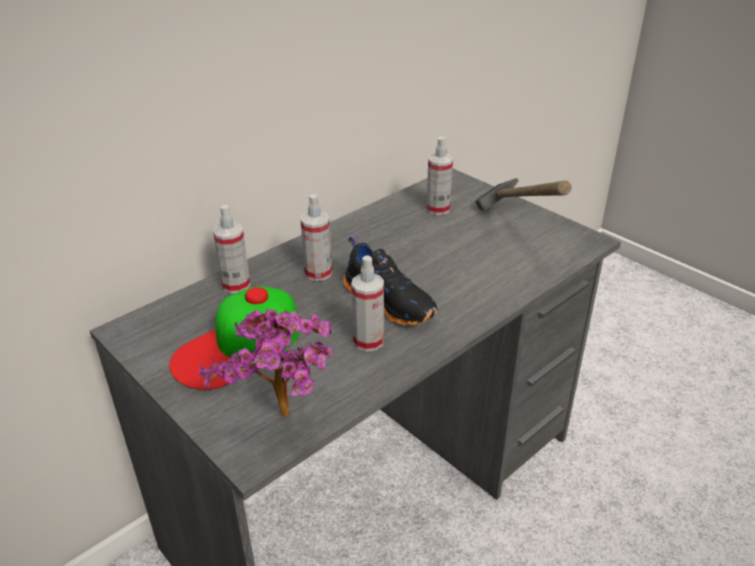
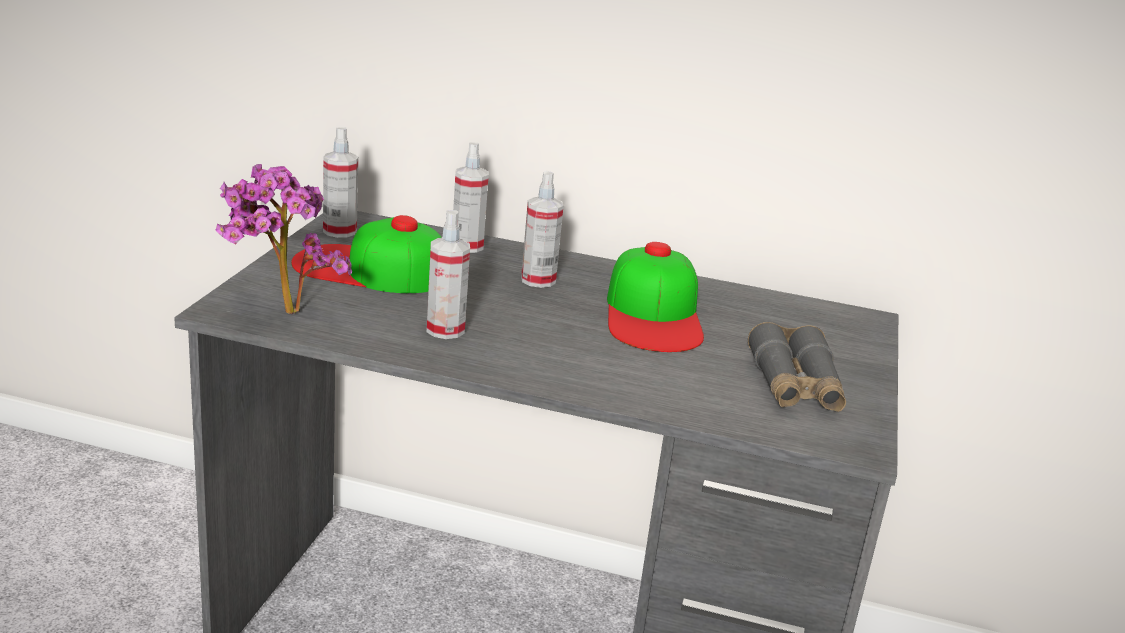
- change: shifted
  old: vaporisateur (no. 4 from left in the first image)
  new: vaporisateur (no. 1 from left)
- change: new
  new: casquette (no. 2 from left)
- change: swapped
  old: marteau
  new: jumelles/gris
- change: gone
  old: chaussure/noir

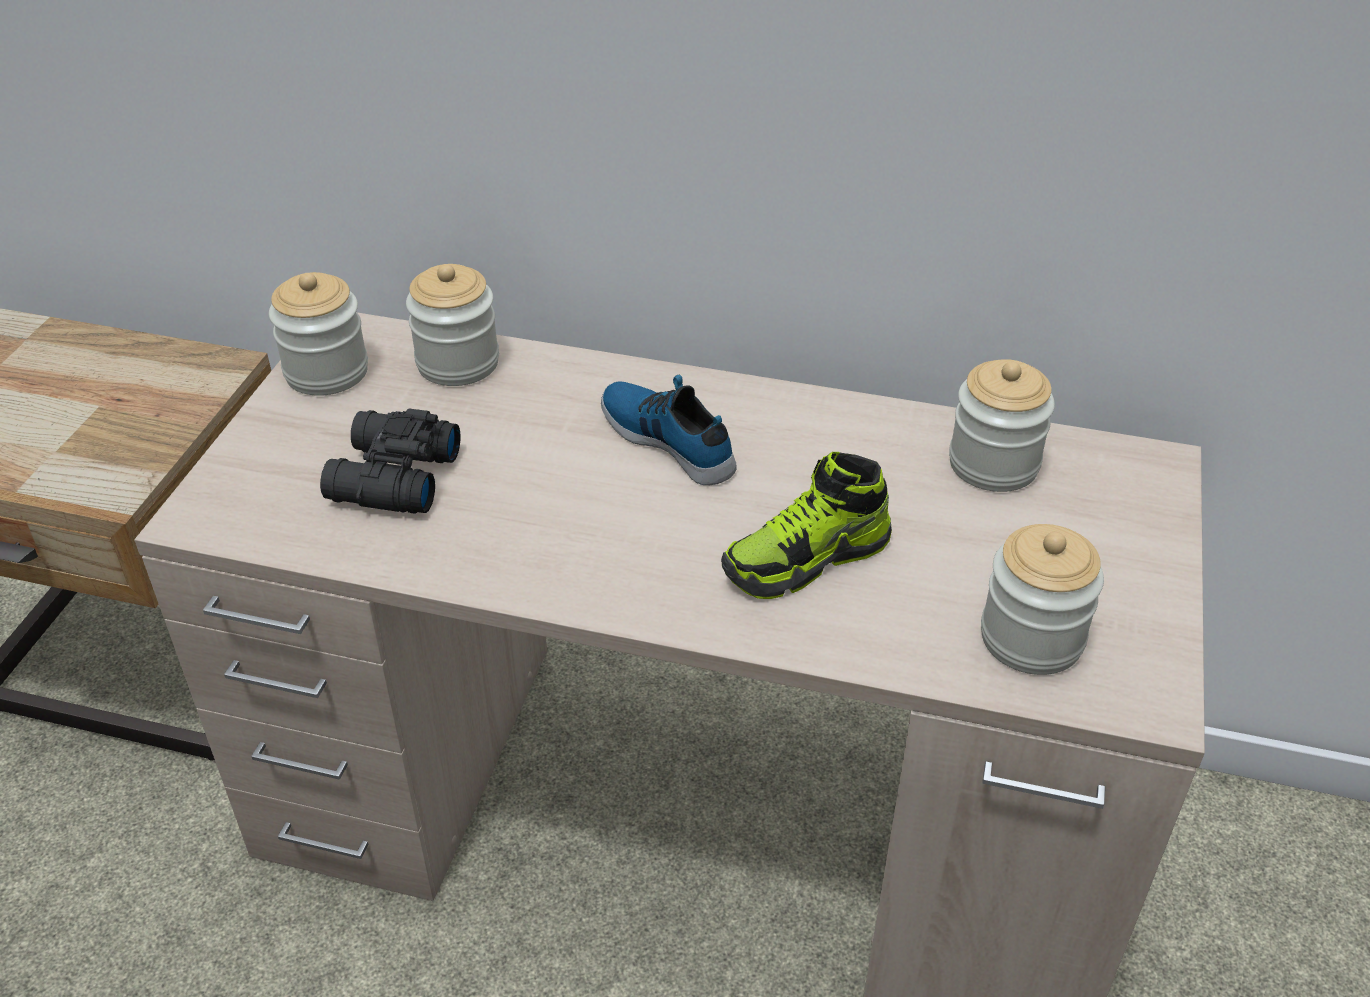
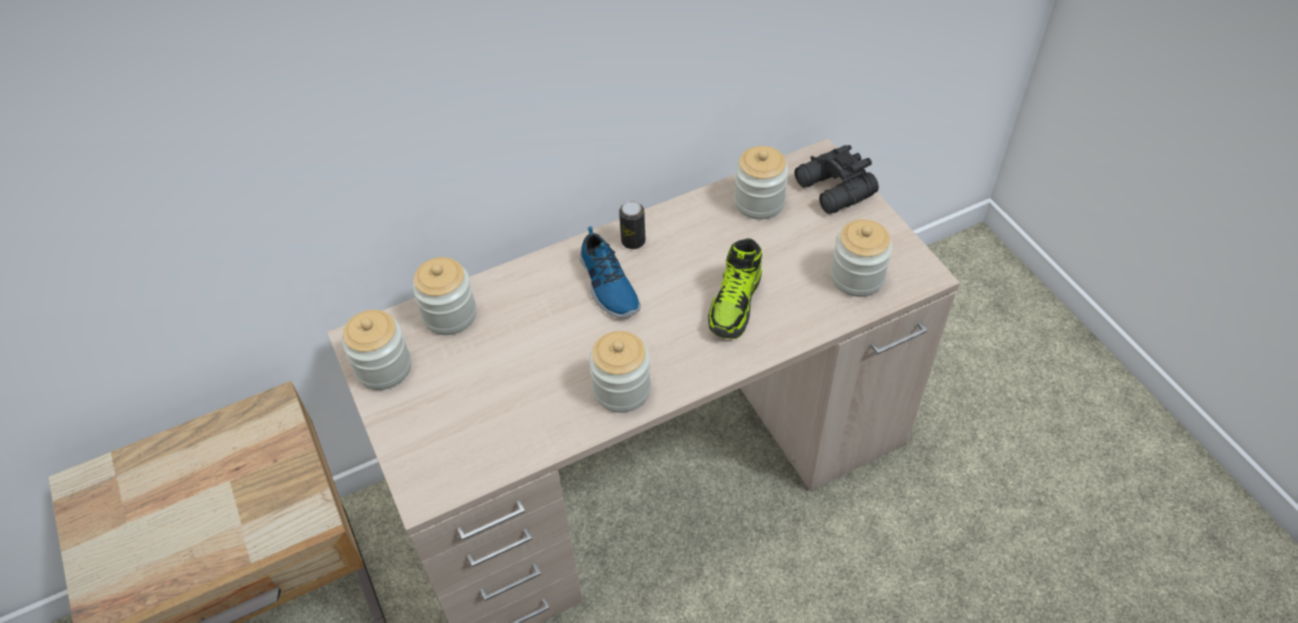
- change: rotated
  old: chaussure (no. 1 from left)
  degrees: -120
- change: new
  new: bocal (no. 3 from left)
- change: new
  new: boîte métallique
- change: shifted
  old: jumelles/noir

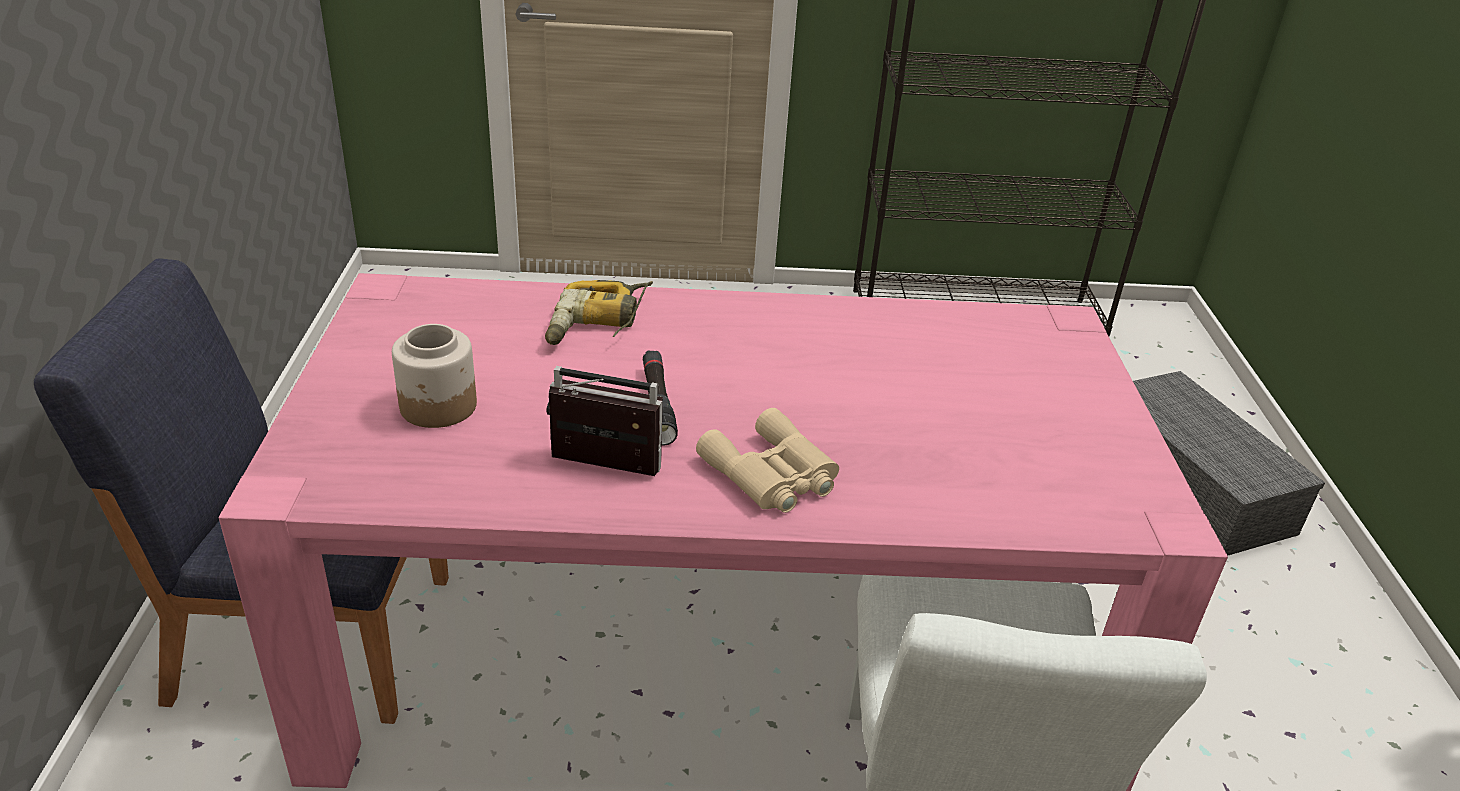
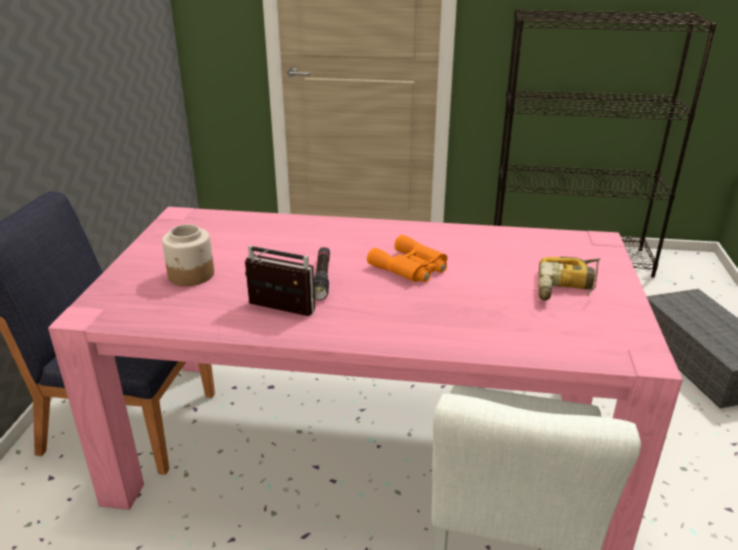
- change: new
  new: jumelles/orange
- change: shifted
  old: perceuse
- change: gone
  old: jumelles/beige

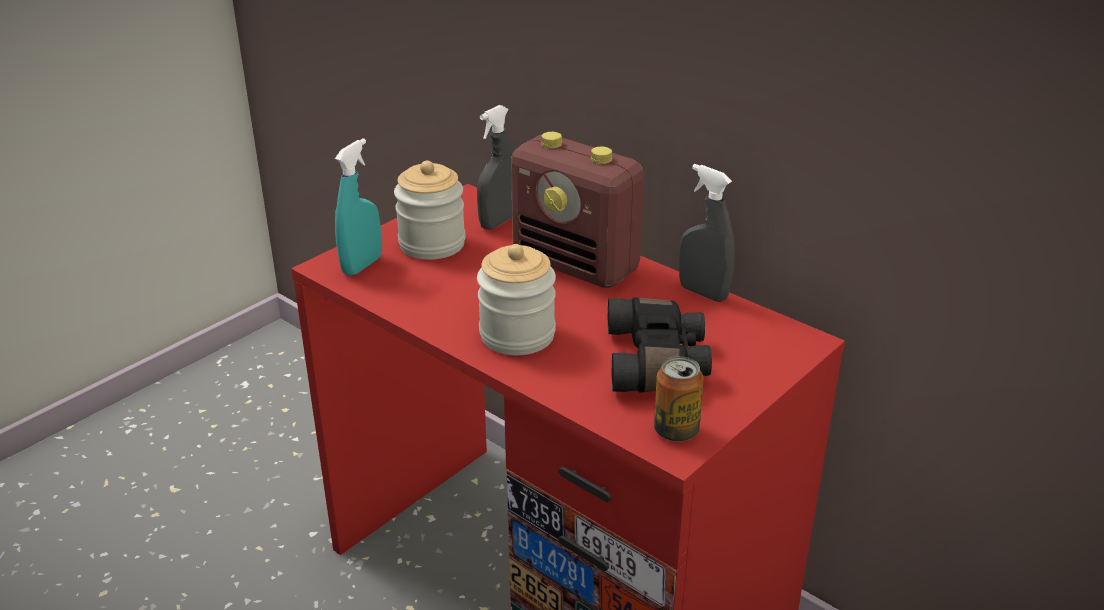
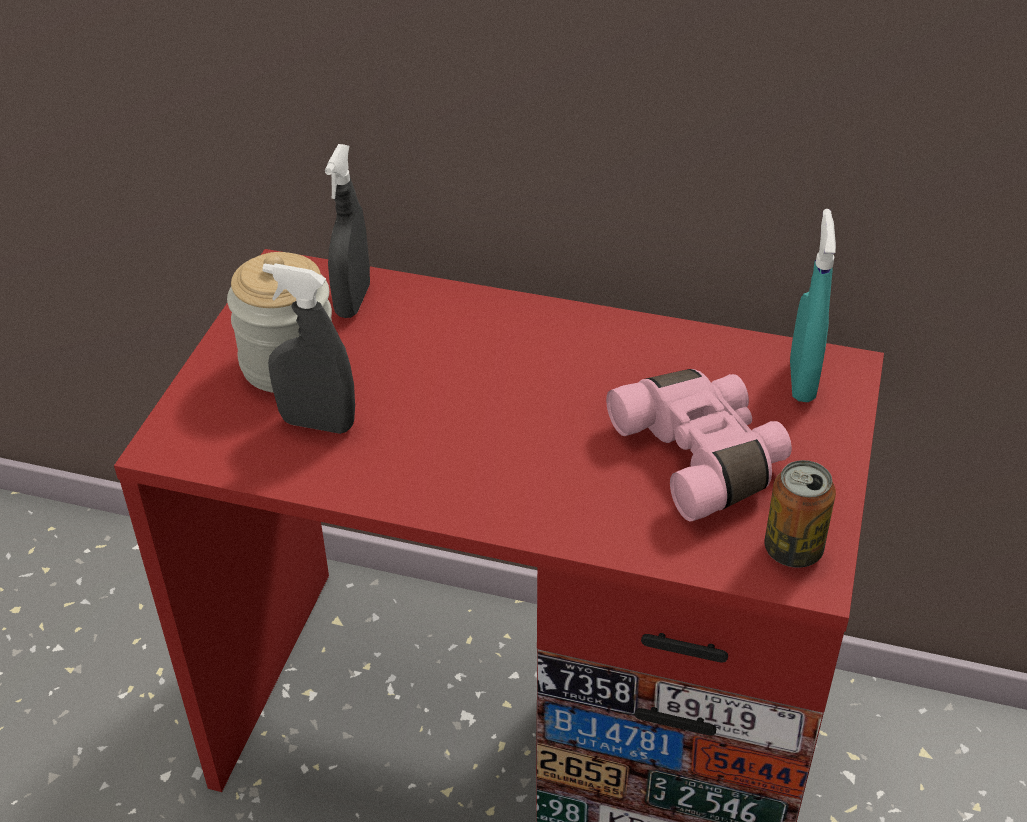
- change: shifted
  old: vaporisateur/gris (no. 2 from left in the first image)
  new: vaporisateur/gris (no. 1 from left)
- change: repainted
  old: jumelles/noir
  new: jumelles/rose
- change: shifted
  old: vaporisateur/turquoise
- change: gone
  old: bocal (no. 2 from left)
- change: gone
  old: radio

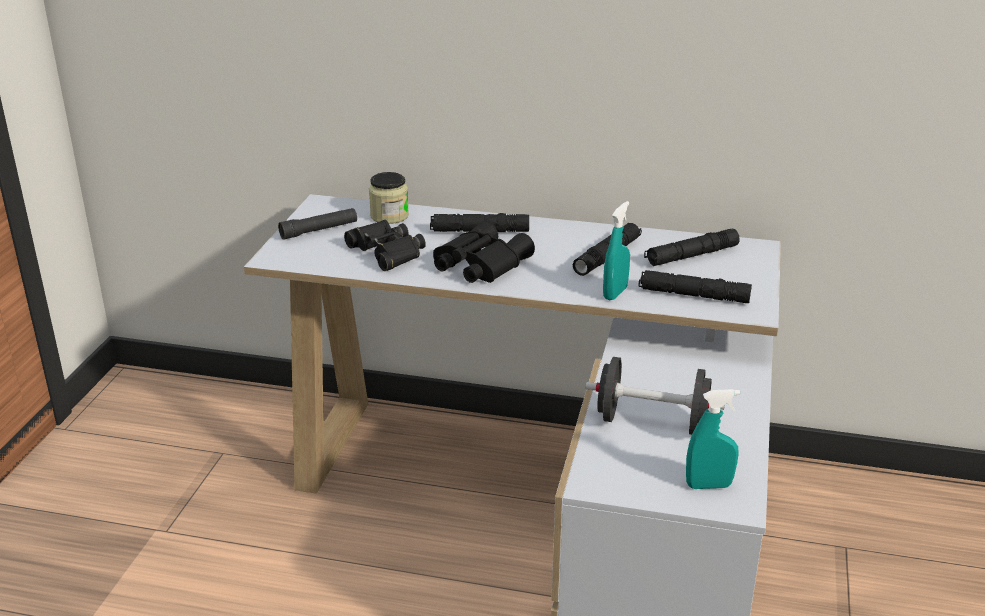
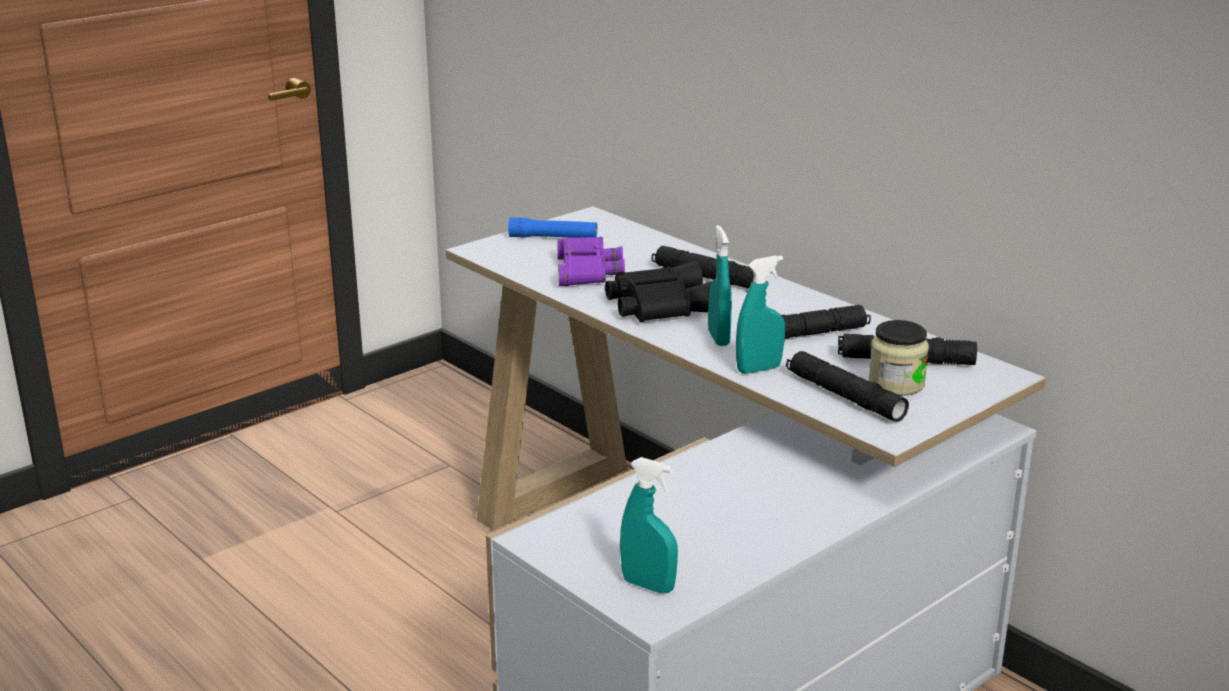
- change: repainted
  old: lampe de poche/noir (no. 1 from left)
  new: lampe de poche/bleu
- change: repainted
  old: jumelles/noir (no. 1 from left)
  new: jumelles/violet
- change: new
  new: vaporisateur/turquoise (no. 2 from left)
- change: shifted
  old: bocal
- change: gone
  old: haltère/noir

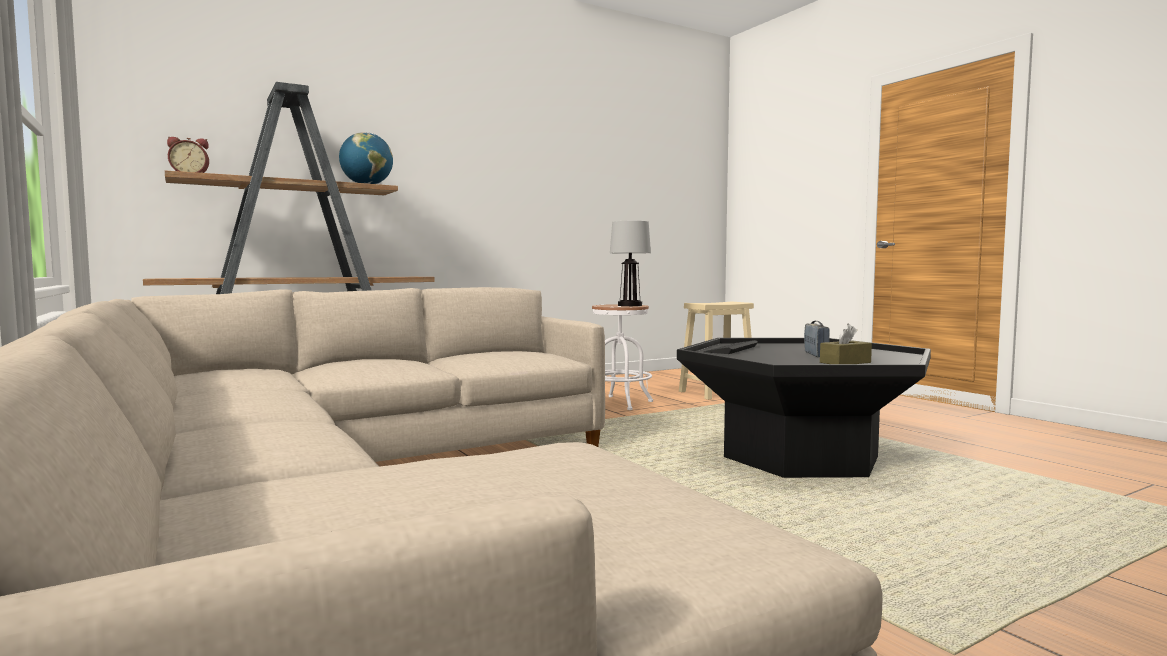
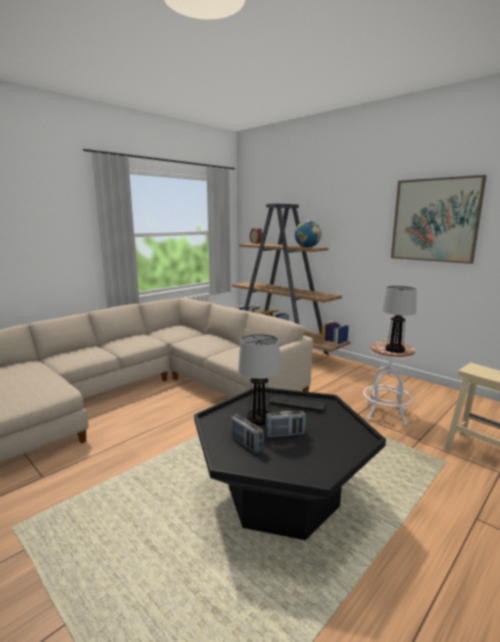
- change: swapped
  old: boîte à mouchoirs/marron
  new: radio (no. 1 from left)
- change: new
  new: lampe de table (no. 1 from left)
- change: new
  new: tableau

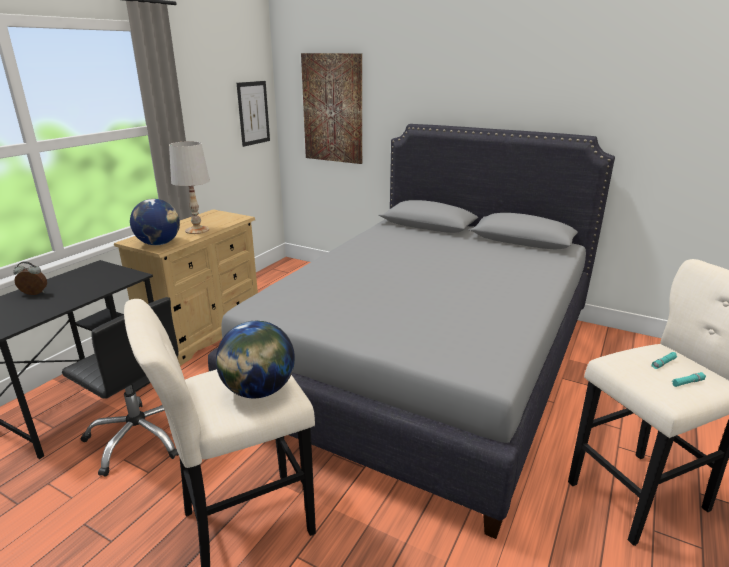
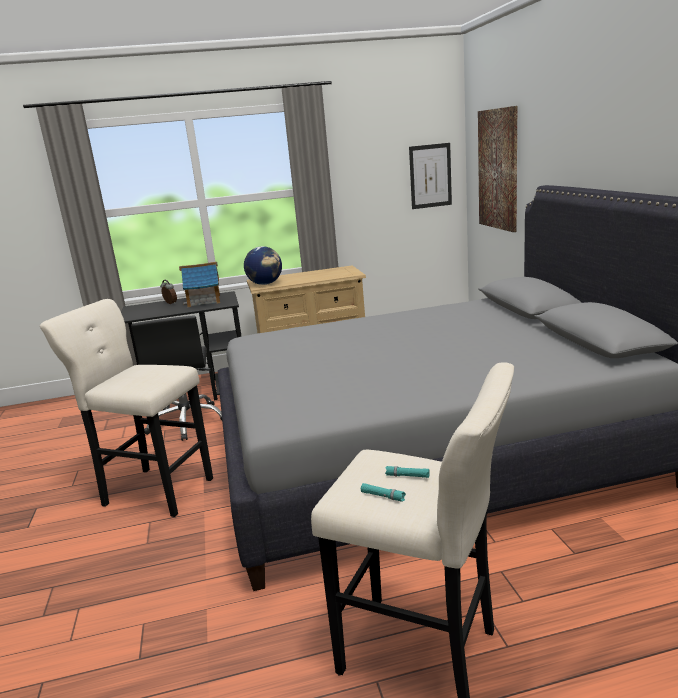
- change: new
  new: maison miniature
- change: gone
  old: lampe de table/blanc
- change: gone
  old: globe (no. 2 from left)

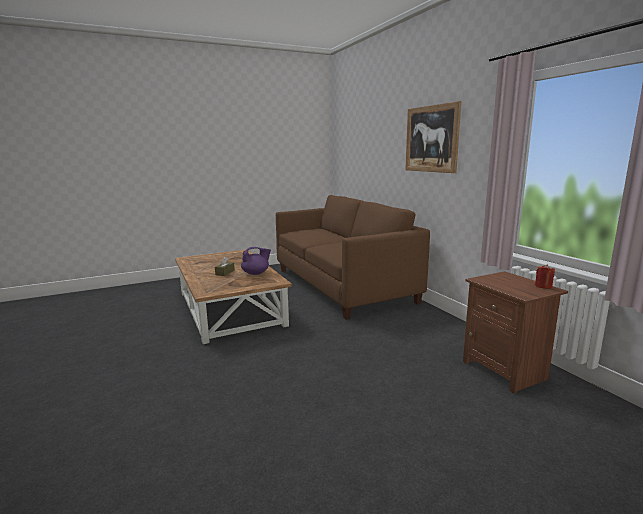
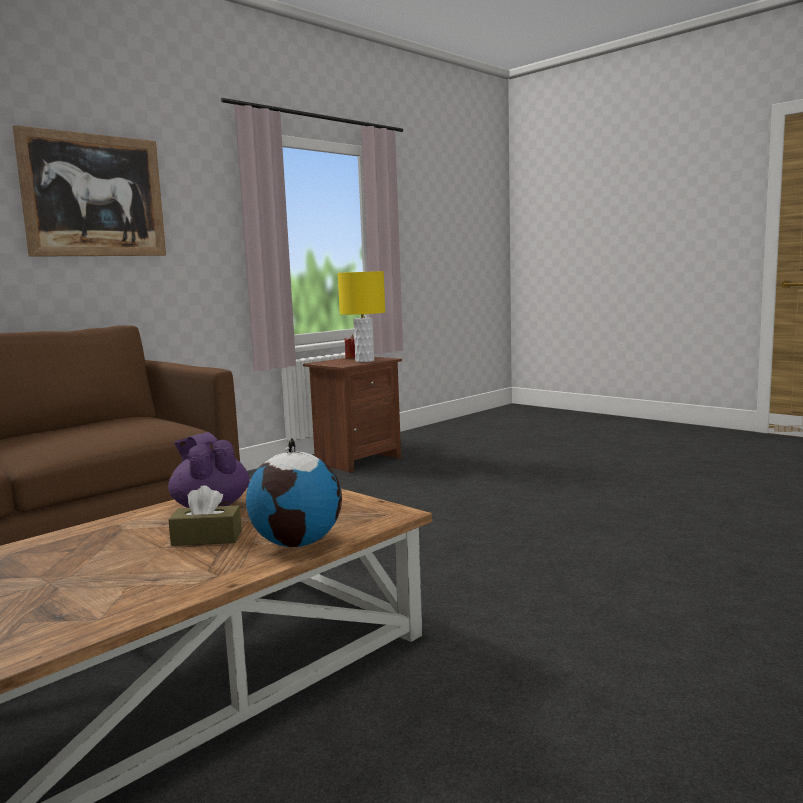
- change: new
  new: globe
- change: new
  new: lampe de table/jaune

